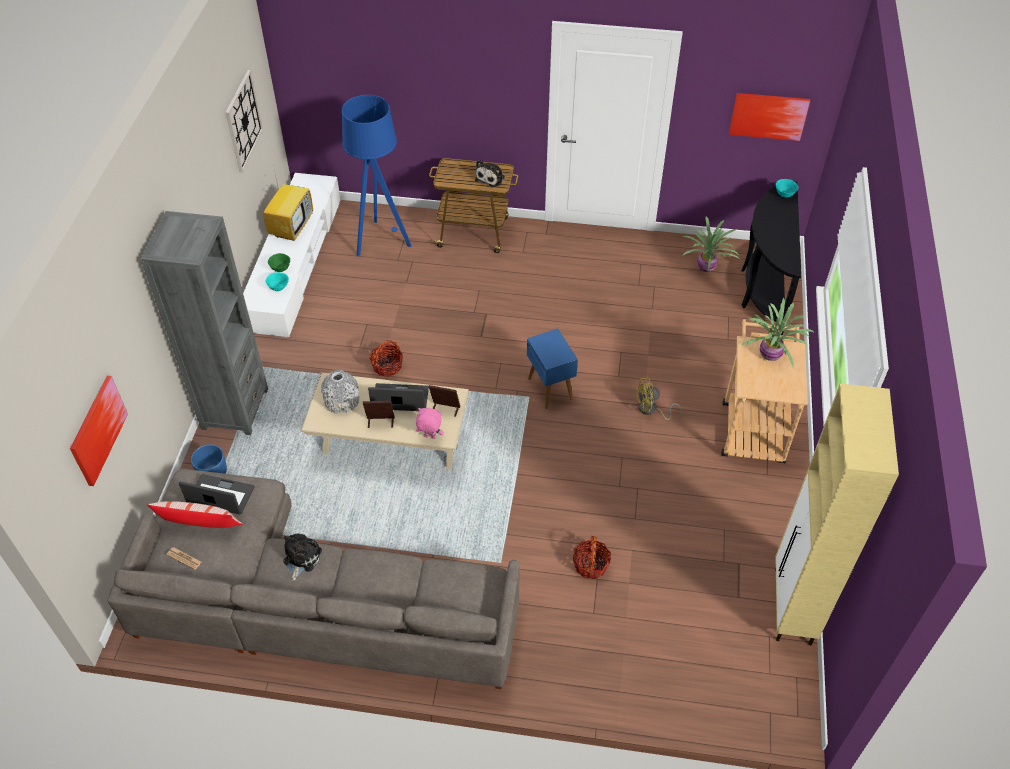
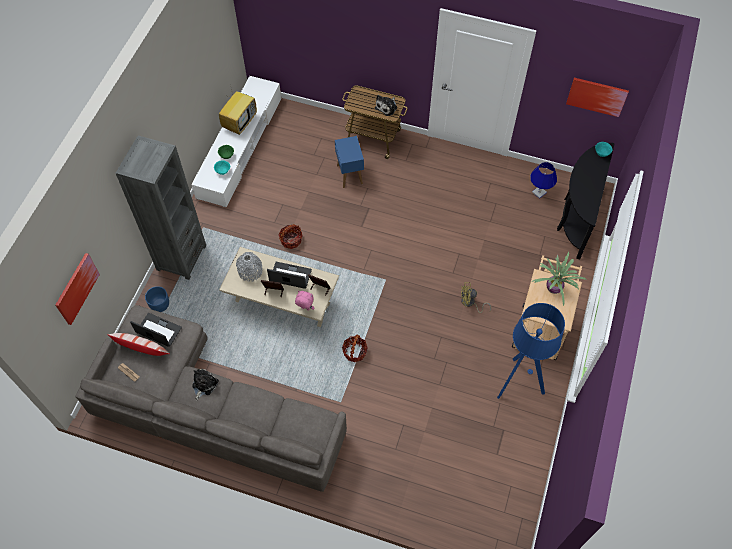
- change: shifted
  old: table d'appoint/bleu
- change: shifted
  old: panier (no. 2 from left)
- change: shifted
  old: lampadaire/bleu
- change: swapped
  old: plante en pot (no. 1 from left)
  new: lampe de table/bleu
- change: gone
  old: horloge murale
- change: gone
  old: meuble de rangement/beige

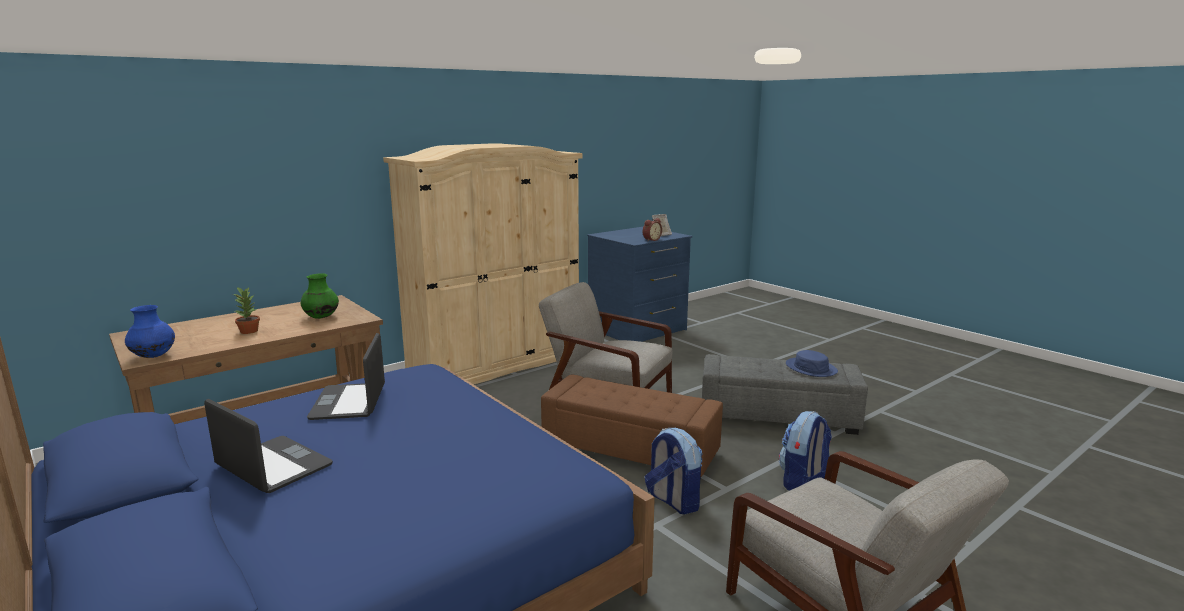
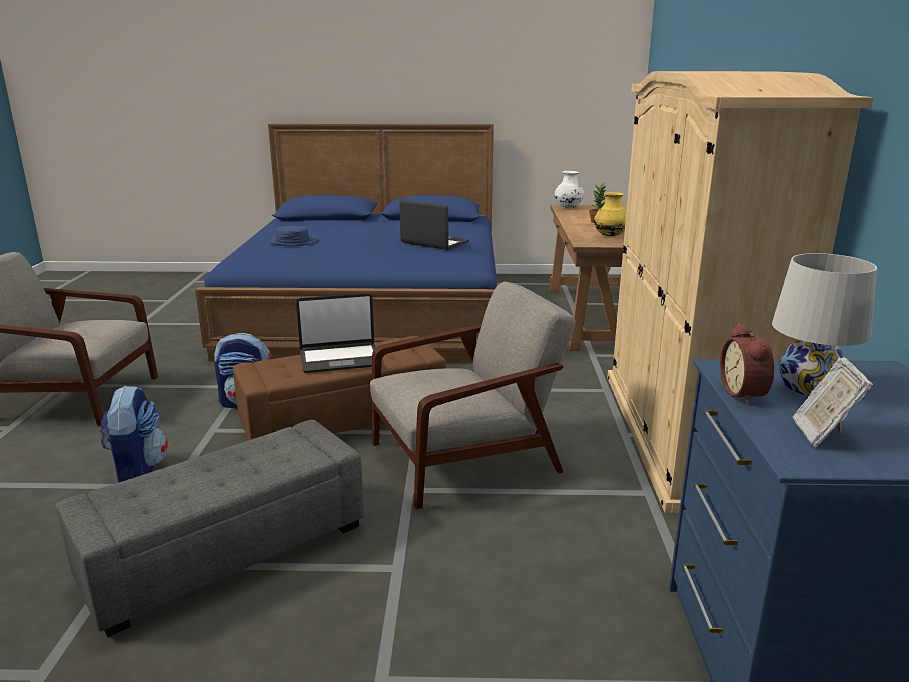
- change: shifted
  old: chapeau/bleu
- change: shifted
  old: ordinateur portable (no. 1 from left)
- change: repainted
  old: vase/bleu
  new: vase/blanc
- change: repainted
  old: vase/vert
  new: vase/jaune
- change: new
  new: lampe de table/blanc

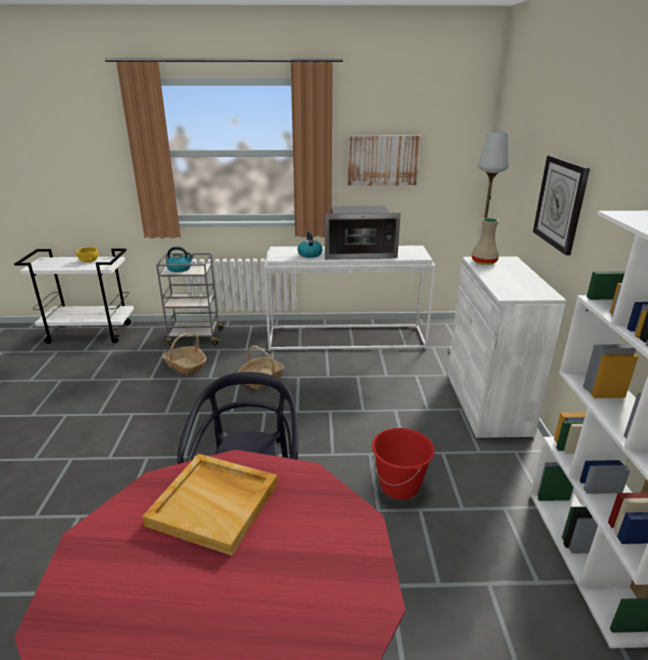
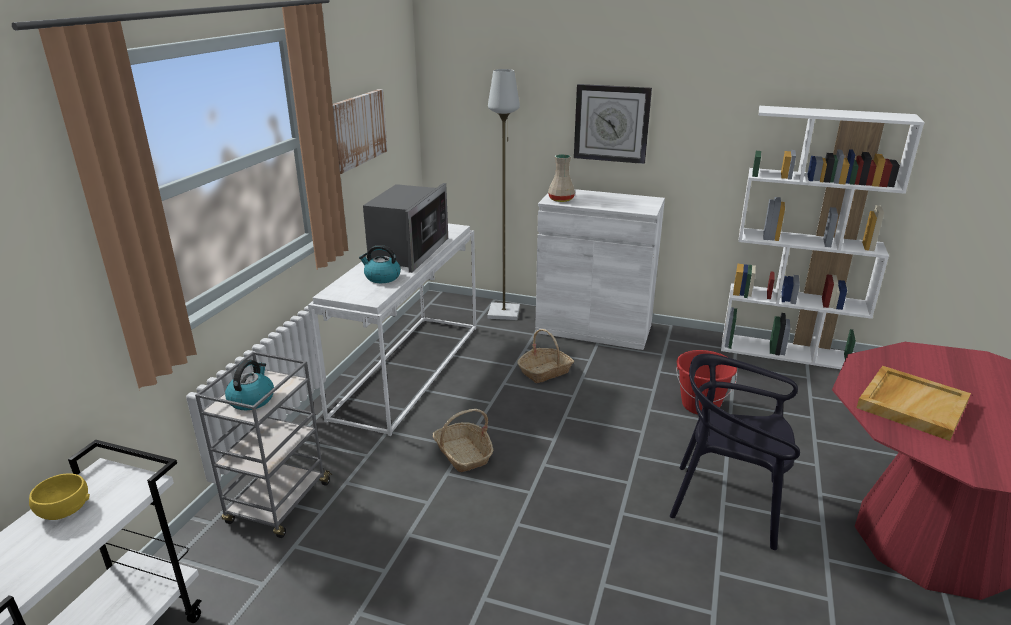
- change: shifted
  old: panier (no. 1 from left in the first image)
  new: panier (no. 2 from left)

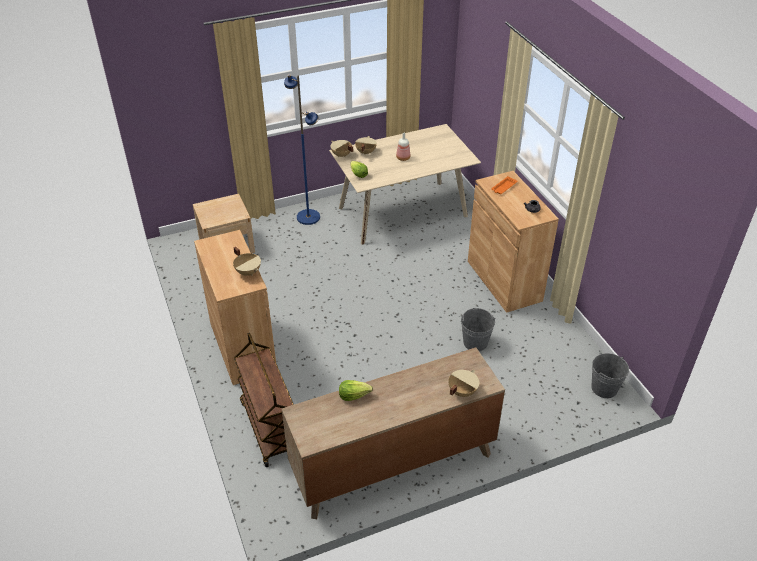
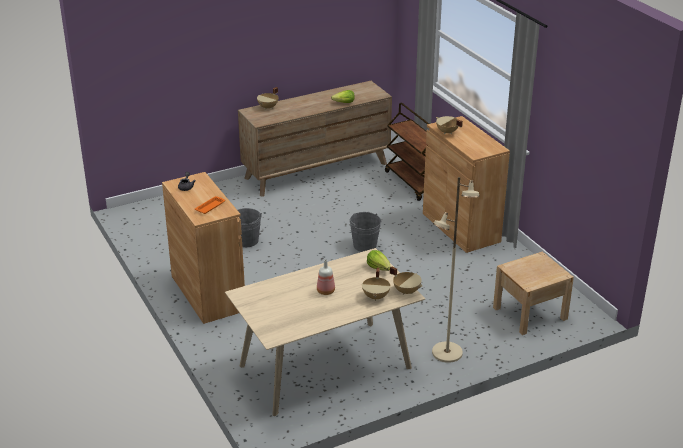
- change: shifted
  old: seau/gris (no. 2 from left)
- change: repainted
  old: lampadaire/bleu
  new: lampadaire/beige

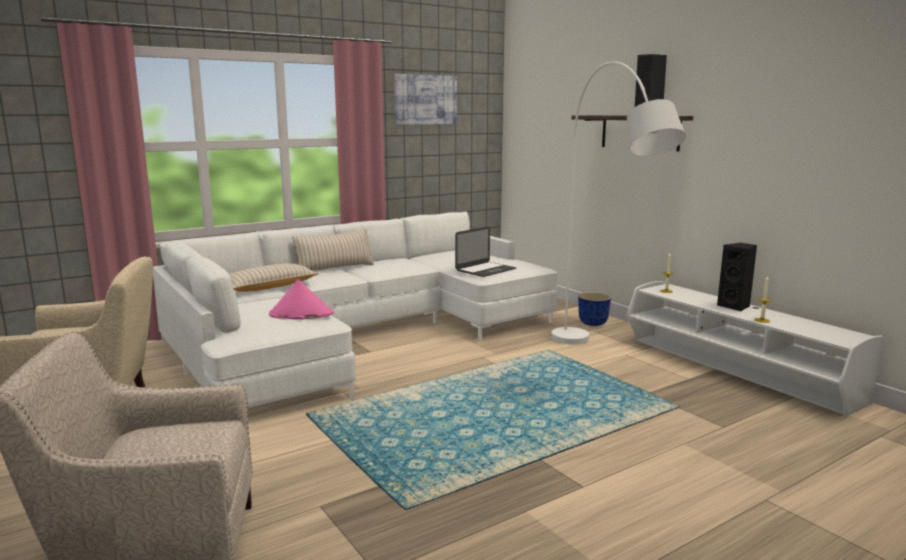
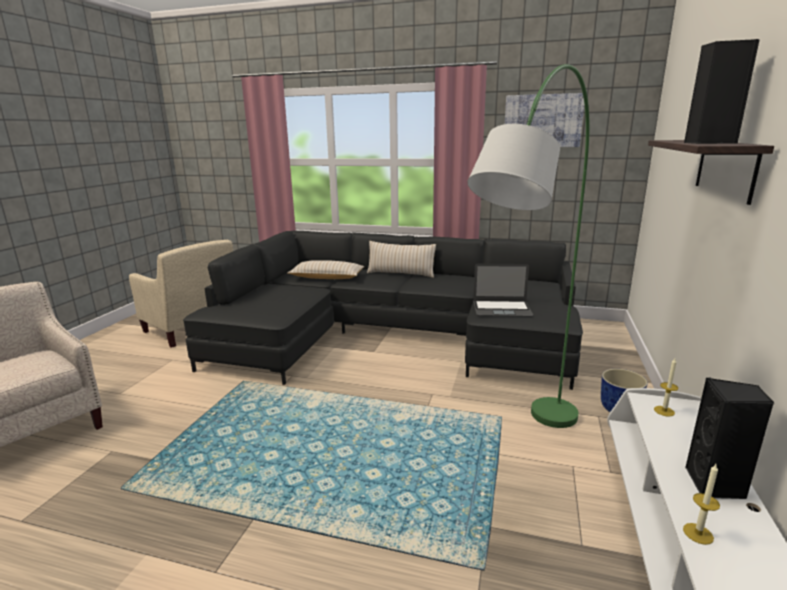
- change: repainted
  old: canapé/blanc
  new: canapé/noir
- change: repainted
  old: lampadaire/blanc
  new: lampadaire/vert
- change: gone
  old: chapeau/rose

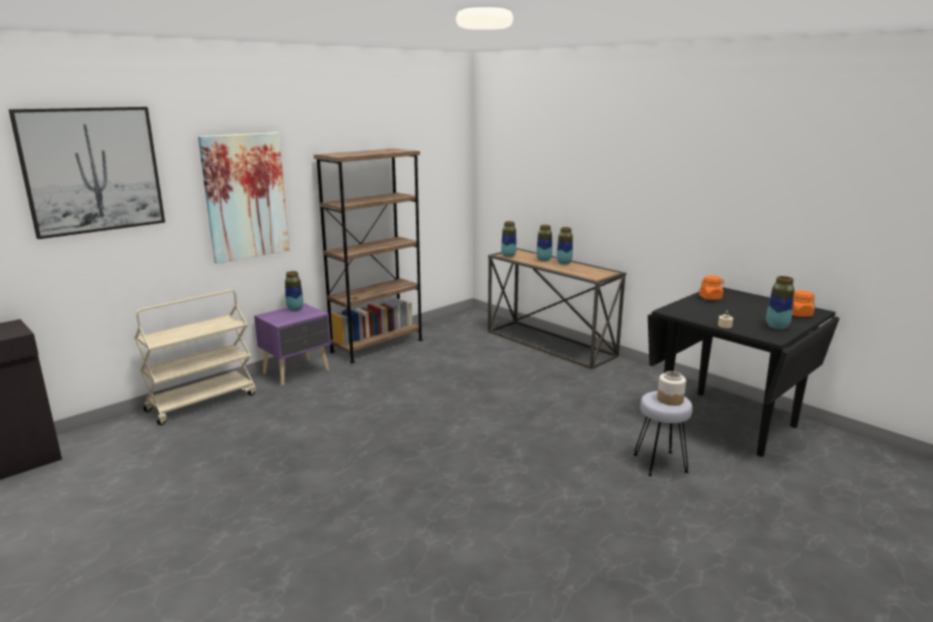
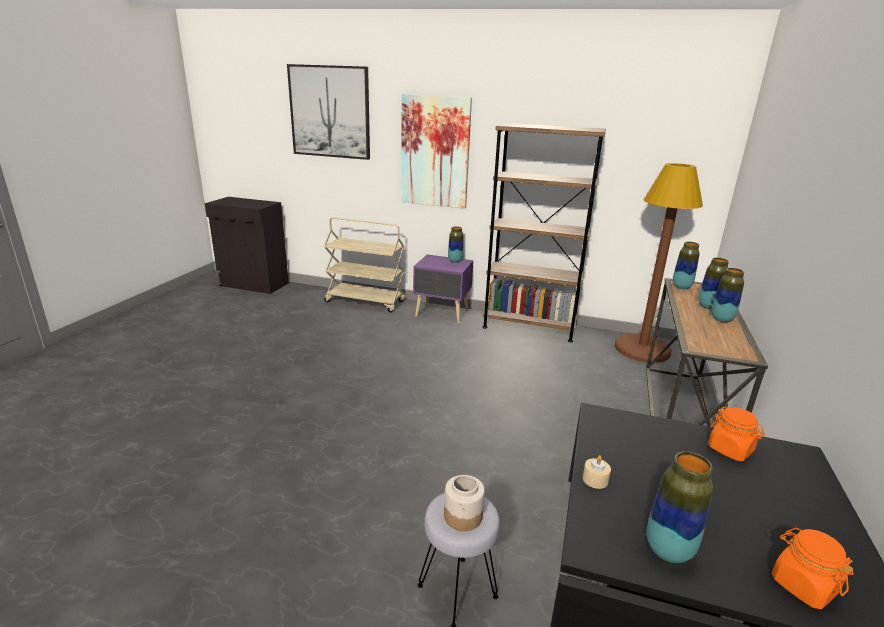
- change: new
  new: lampadaire/marron

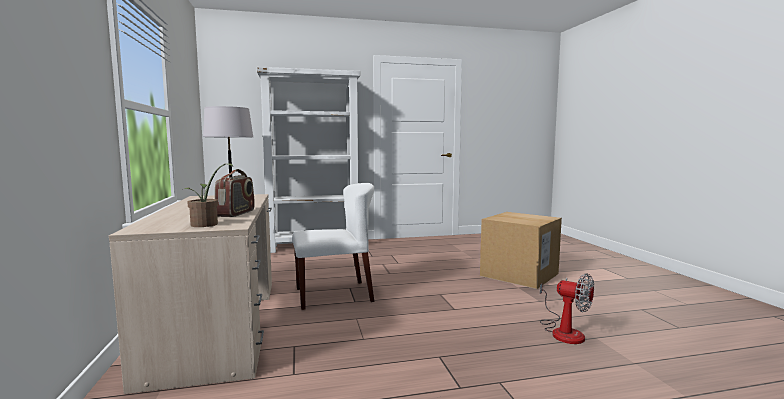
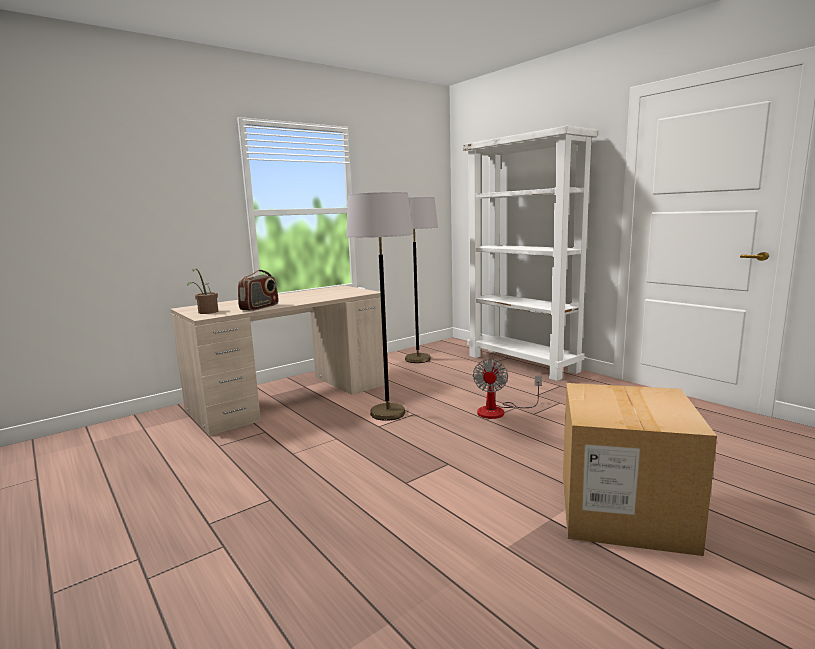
- change: rotated
  old: radio
  degrees: -45
- change: swapped
  old: chaise/blanc
  new: lampadaire/gris (no. 1 from left)
- change: shifted
  old: ventilateur

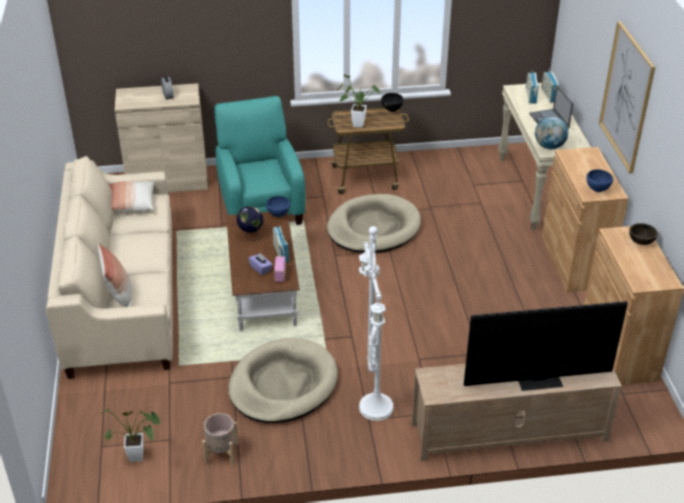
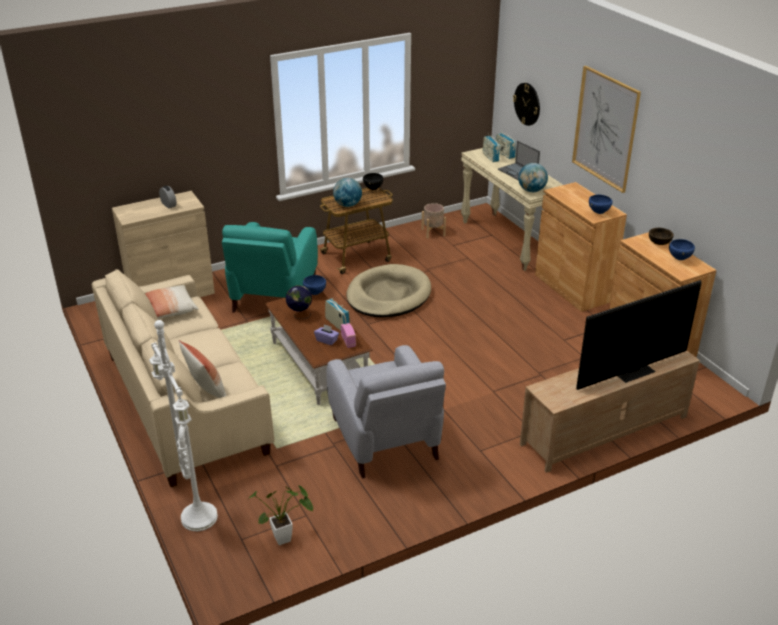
- change: shifted
  old: lampadaire/blanc
- change: rotated
  old: fauteuil/turquoise
  degrees: -135
- change: swapped
  old: panier pour chien/beige (no. 1 from left)
  new: fauteuil/gris
- change: swapped
  old: plante en pot (no. 2 from left)
  new: globe (no. 2 from left)
- change: shifted
  old: cache-pot/beige
- change: new
  new: horloge murale
- change: new
  new: bol/bleu (no. 3 from left)

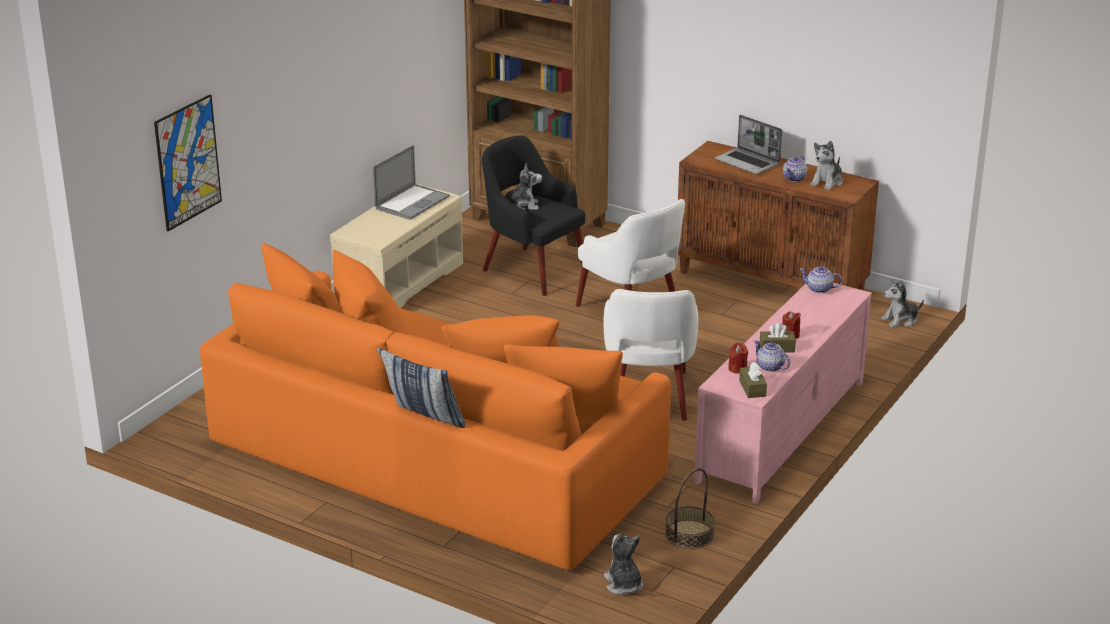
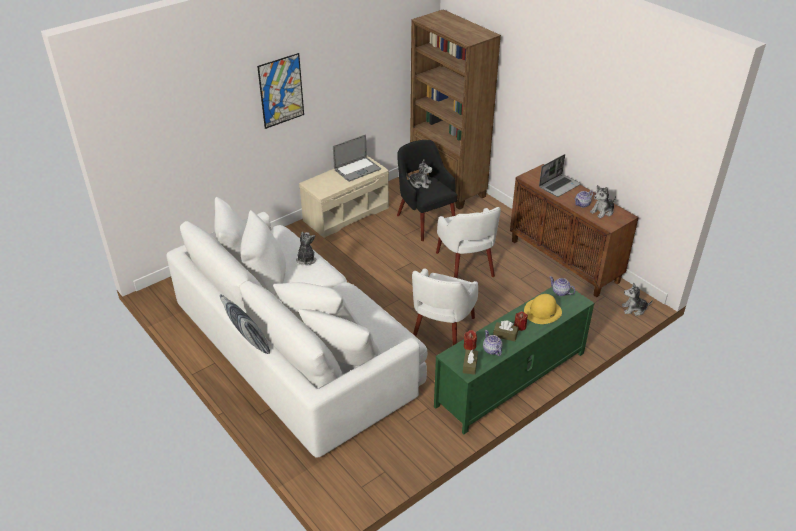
- change: repainted
  old: canapé/orange
  new: canapé/blanc
- change: shifted
  old: tableau
- change: shifted
  old: peluche (no. 2 from left in the first image)
  new: peluche (no. 1 from left)
- change: repainted
  old: meuble télé/rose
  new: meuble télé/vert
- change: new
  new: chapeau/jaune
- change: rotated
  old: ordinateur portable (no. 2 from left)
  degrees: -105
- change: gone
  old: panier

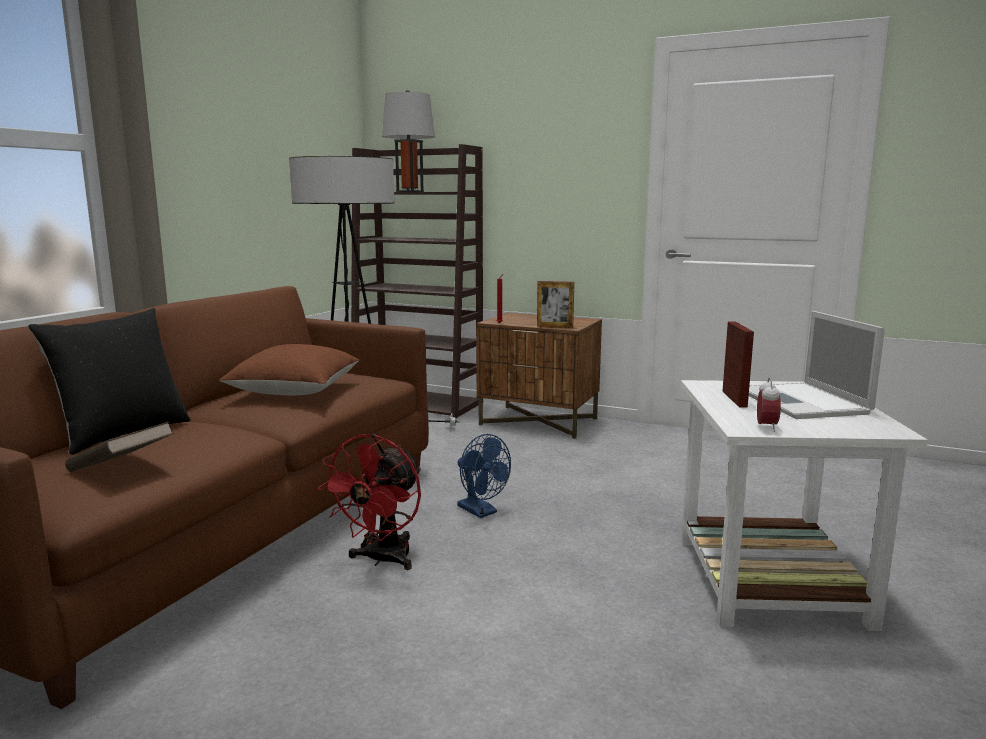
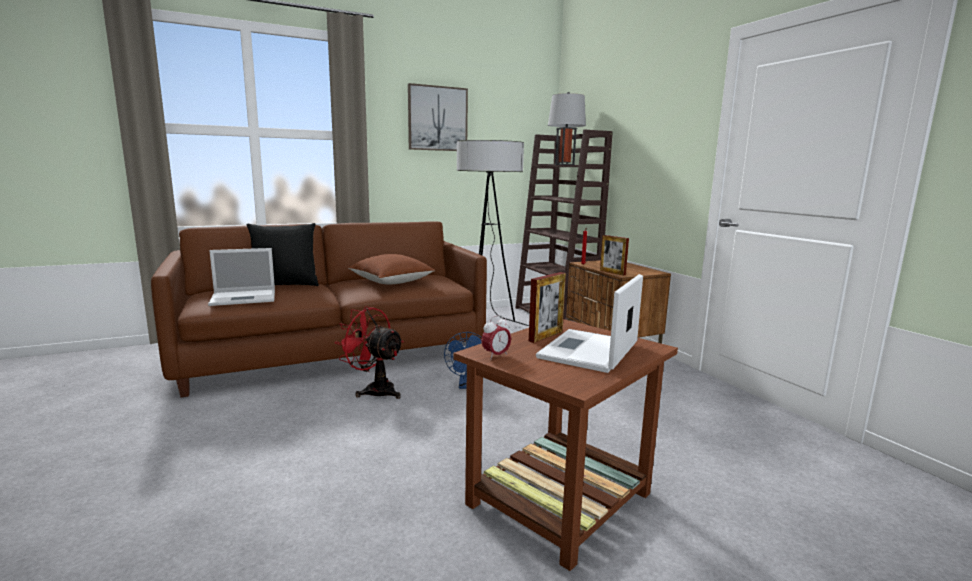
- change: swapped
  old: livre/marron
  new: ordinateur portable (no. 1 from left)
- change: rotated
  old: ventilateur/rouge
  degrees: 60
- change: new
  new: tableau
- change: repainted
  old: table d'appoint/blanc
  new: table d'appoint/marron

